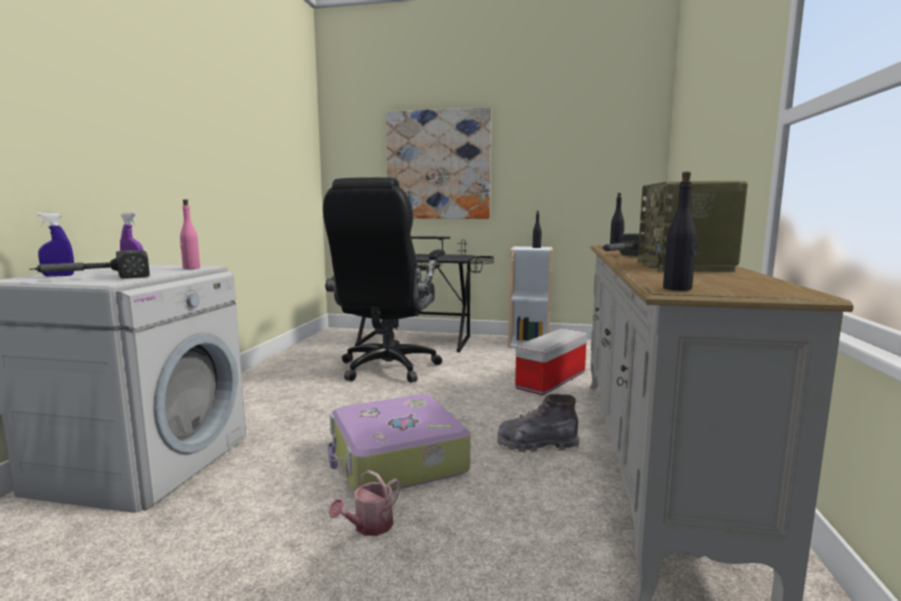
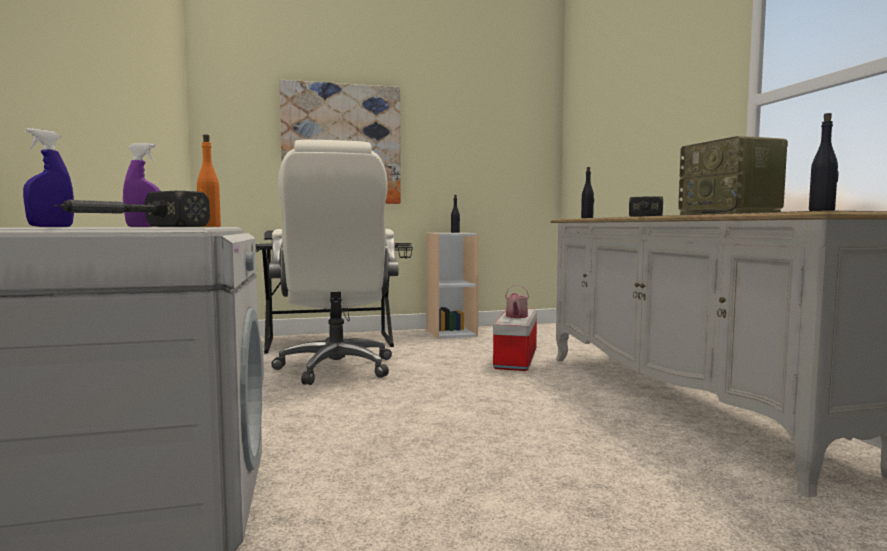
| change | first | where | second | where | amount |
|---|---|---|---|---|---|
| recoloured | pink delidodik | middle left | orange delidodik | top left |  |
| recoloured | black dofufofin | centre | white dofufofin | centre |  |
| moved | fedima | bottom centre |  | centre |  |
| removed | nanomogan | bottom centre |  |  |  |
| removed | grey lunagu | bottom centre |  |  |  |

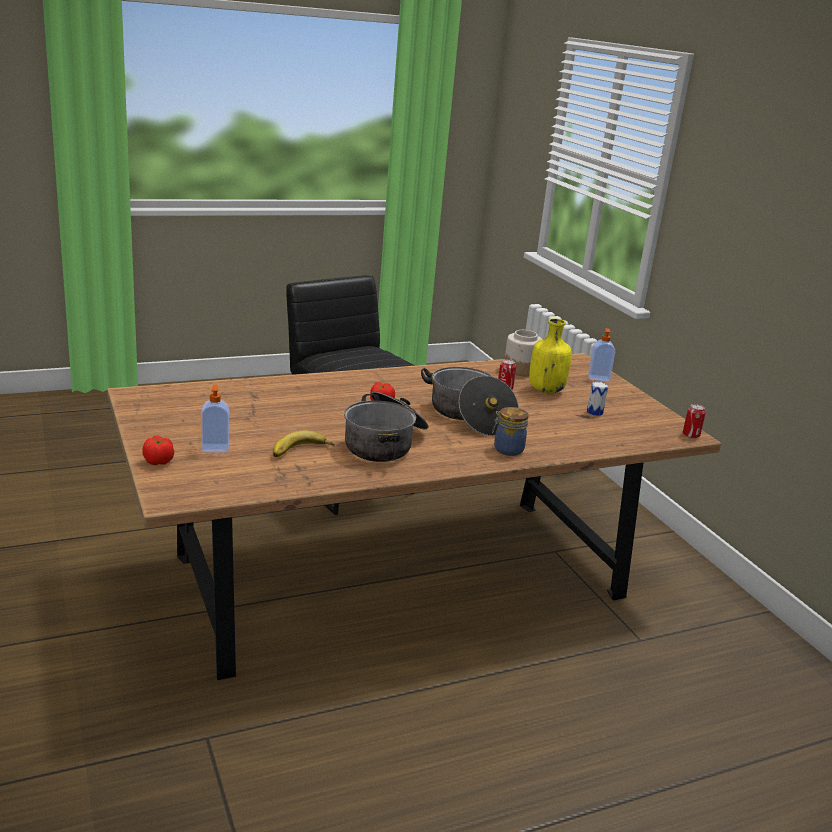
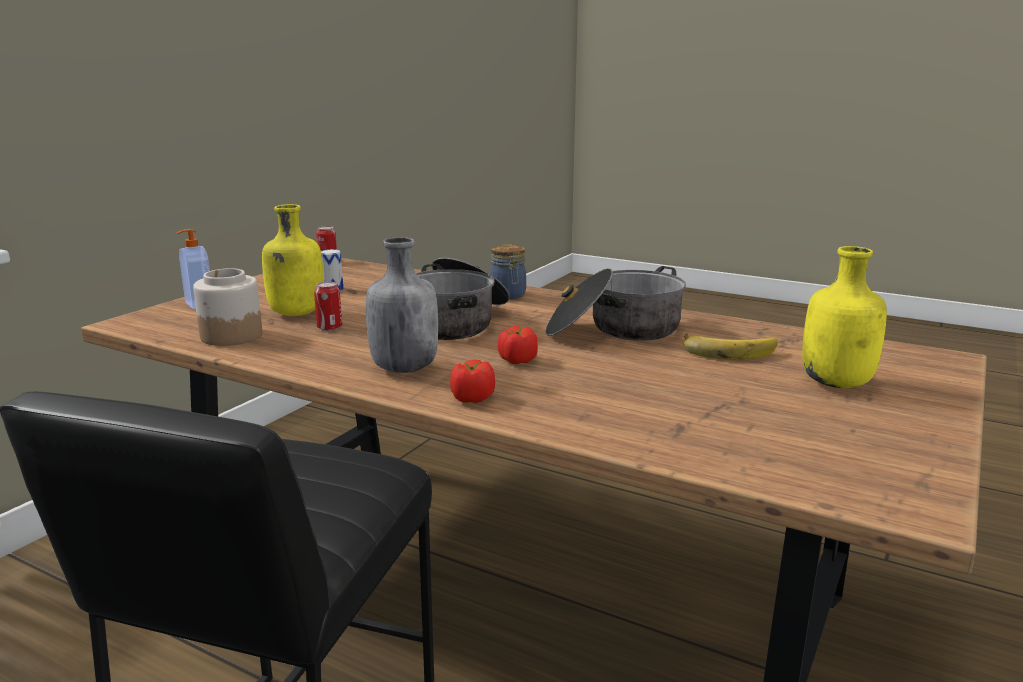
| change | first | where | second | where | amount |
|---|---|---|---|---|---|
| added |  |  | grey delidodik | centre |  |
| moved | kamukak (1st from left) | middle left |  | centre |  |
| replaced | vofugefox (1st from left) | middle left | yellow delidodik (2nd from left) | middle right |  |

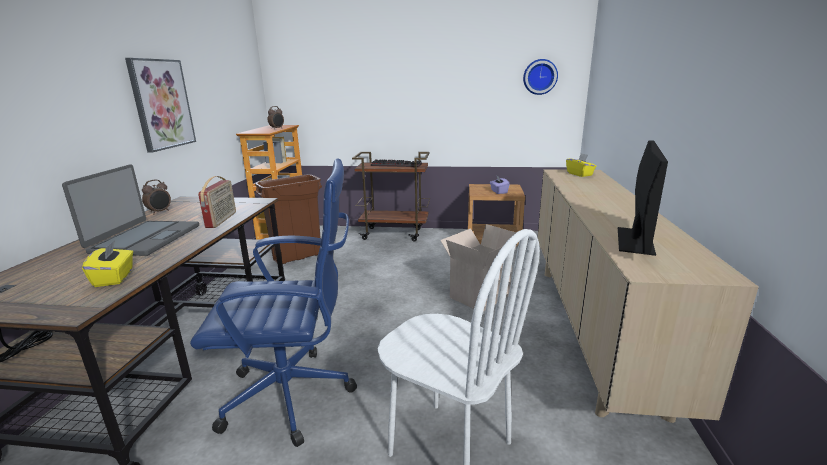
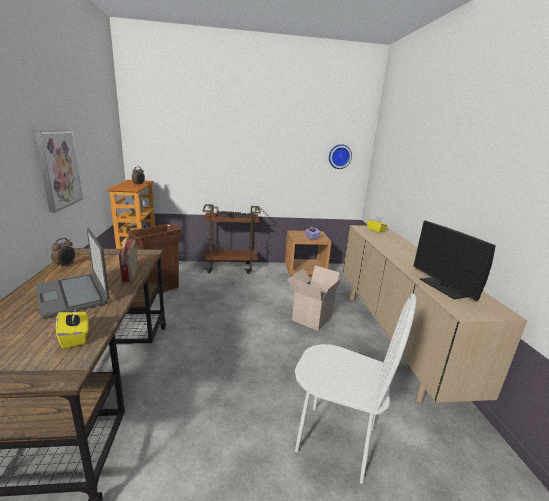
| change | first | where | second | where | amount |
|---|---|---|---|---|---|
| turned | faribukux | middle left |  | middle left | 150 degrees clockwise |
| turned | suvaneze | middle right |  | middle right | 150 degrees clockwise |
| removed | blue dofufofin | middle left |  |  |  |

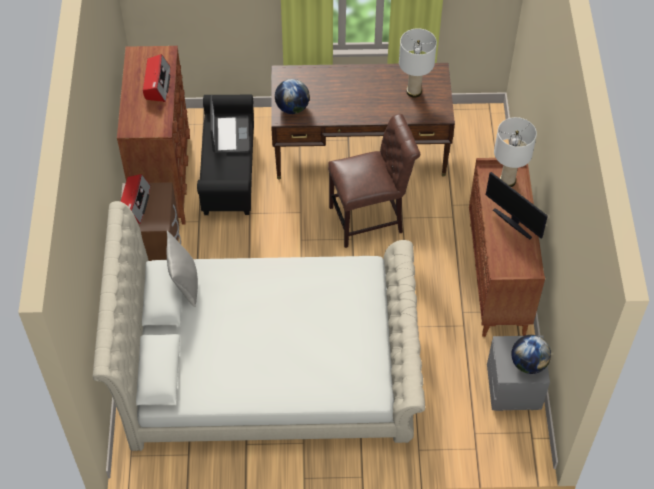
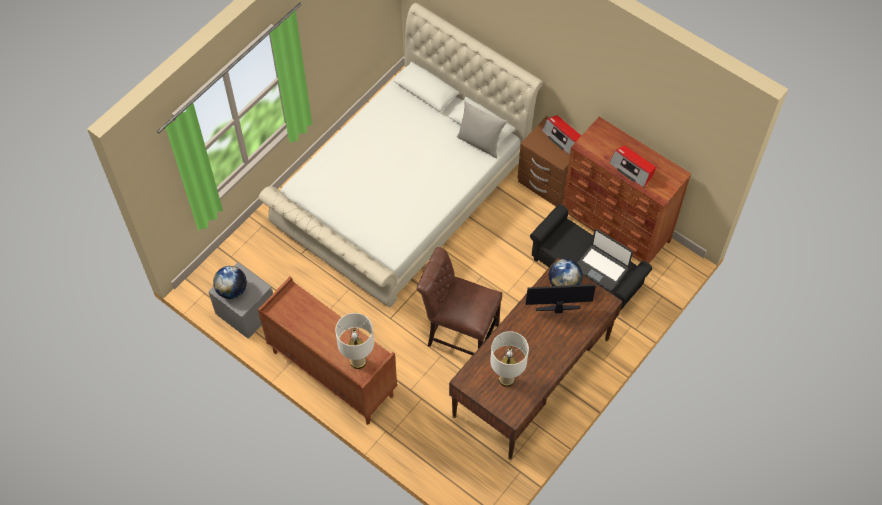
| change | first | where | second | where | amount |
|---|---|---|---|---|---|
| turned | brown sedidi | centre |  | centre | 90 degrees clockwise |
| moved | suvaneze | middle right |  | centre |  |

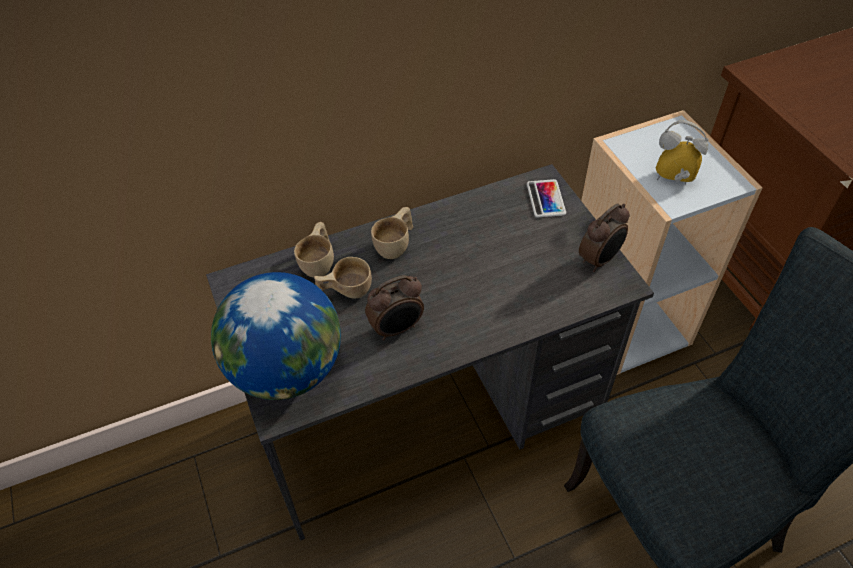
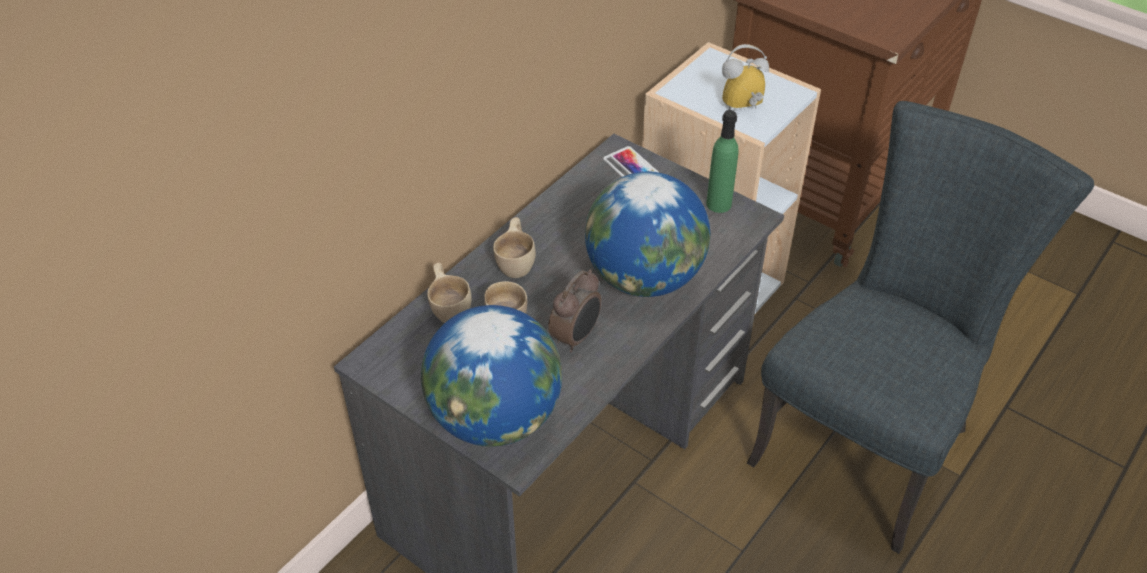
| change | first | where | second | where | amount |
|---|---|---|---|---|---|
| added |  |  | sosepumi (2nd from left) | centre |  |
| replaced | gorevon (2nd from left) | middle right | green delidodik | top centre |  |

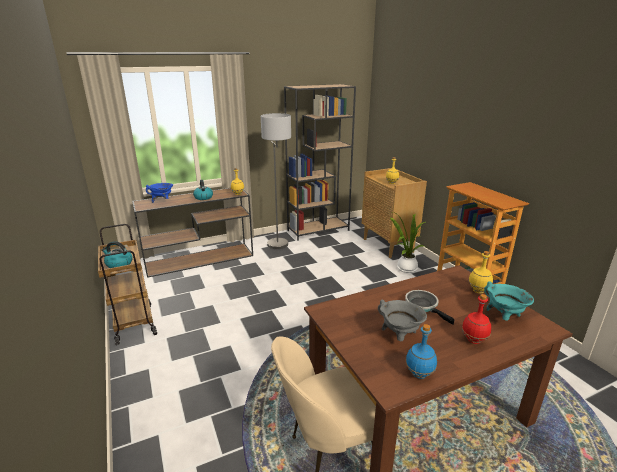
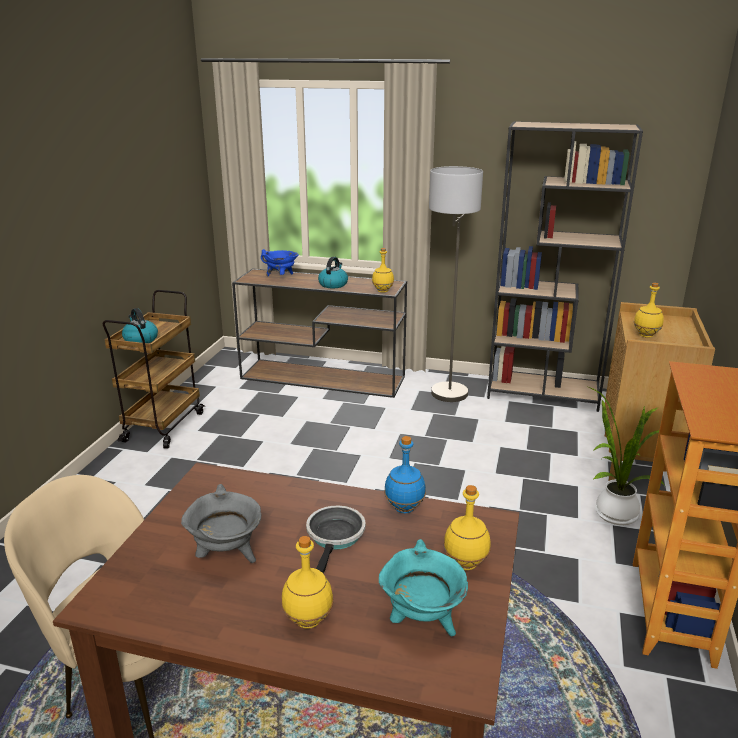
| change | first | where | second | where | amount |
|---|---|---|---|---|---|
| recoloured | red delidodik | bottom right | yellow delidodik (1st from left) | bottom centre |  |
| moved | blue delidodik | bottom right |  | centre |  |

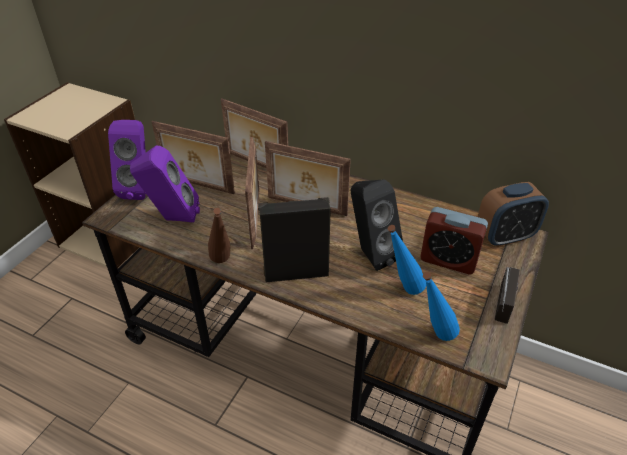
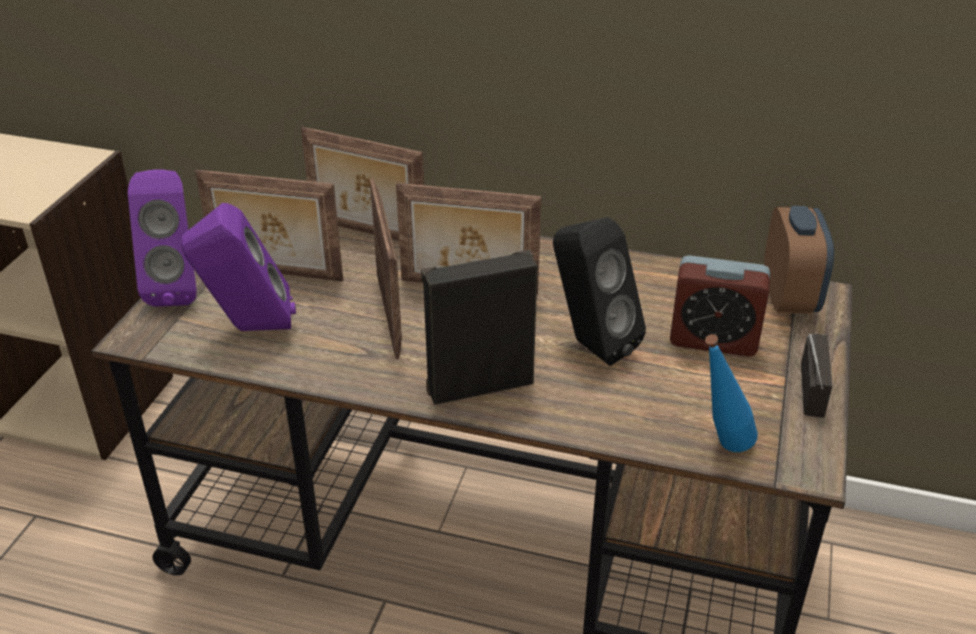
| change | first | where | second | where | amount |
|---|---|---|---|---|---|
| turned | gorevon (2nd from left) | middle right |  | middle right | 60 degrees counterclockwise |
| removed | brown delidodik | centre |  |  |  |
| removed | blue delidodik (1st from left) | centre |  |  |  |

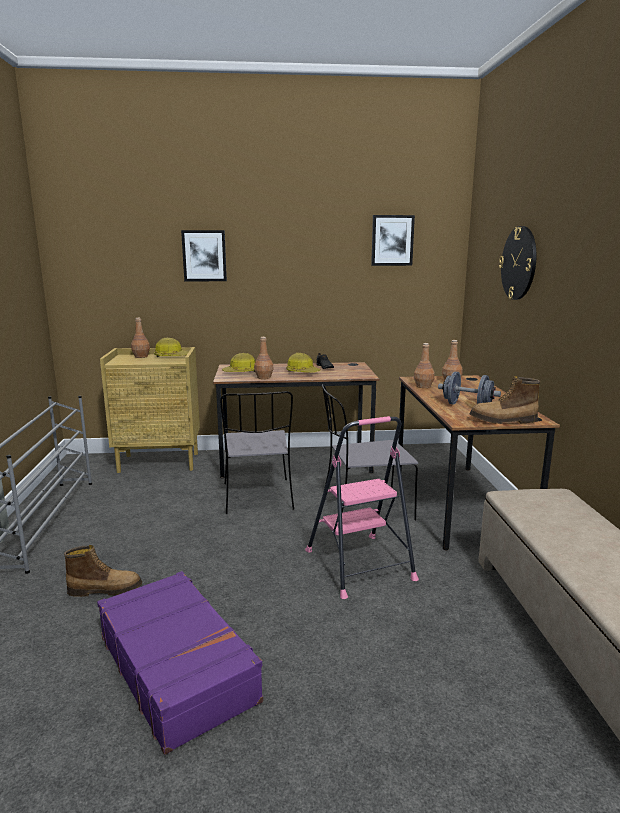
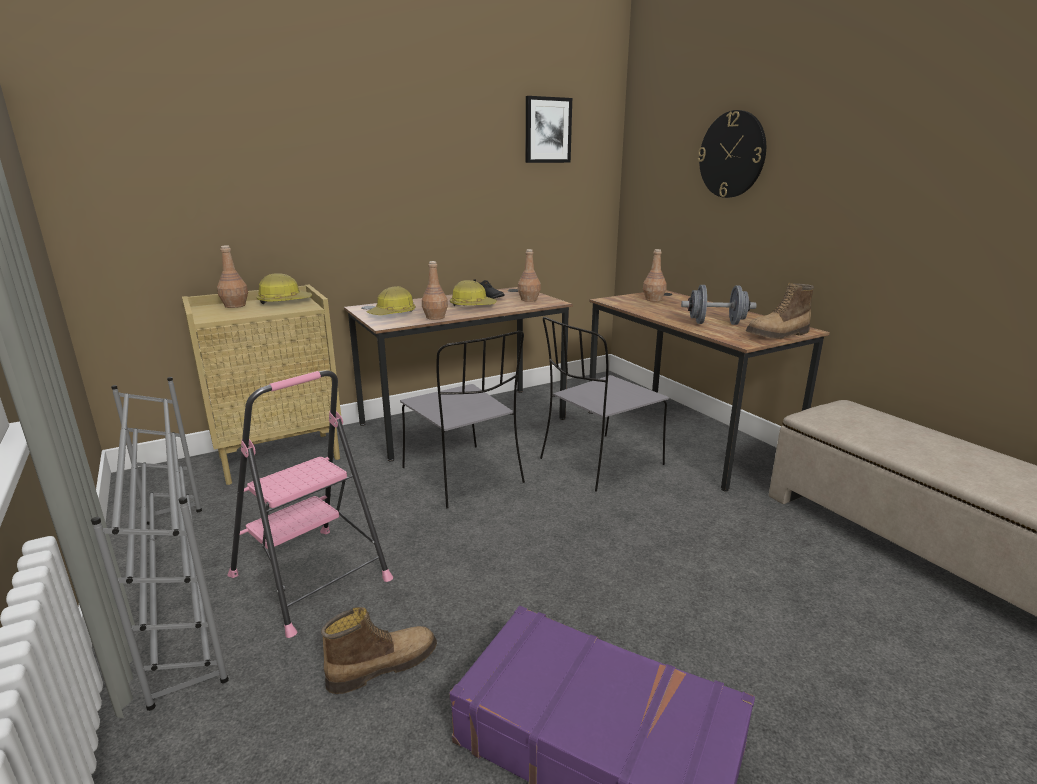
| change | first | where | second | where | amount |
|---|---|---|---|---|---|
| moved | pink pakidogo | centre |  | middle left |  |
| moved | brown delidodik (3rd from left) | middle right |  | centre |  |
| removed | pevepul (1st from left) | top left |  |  |  |

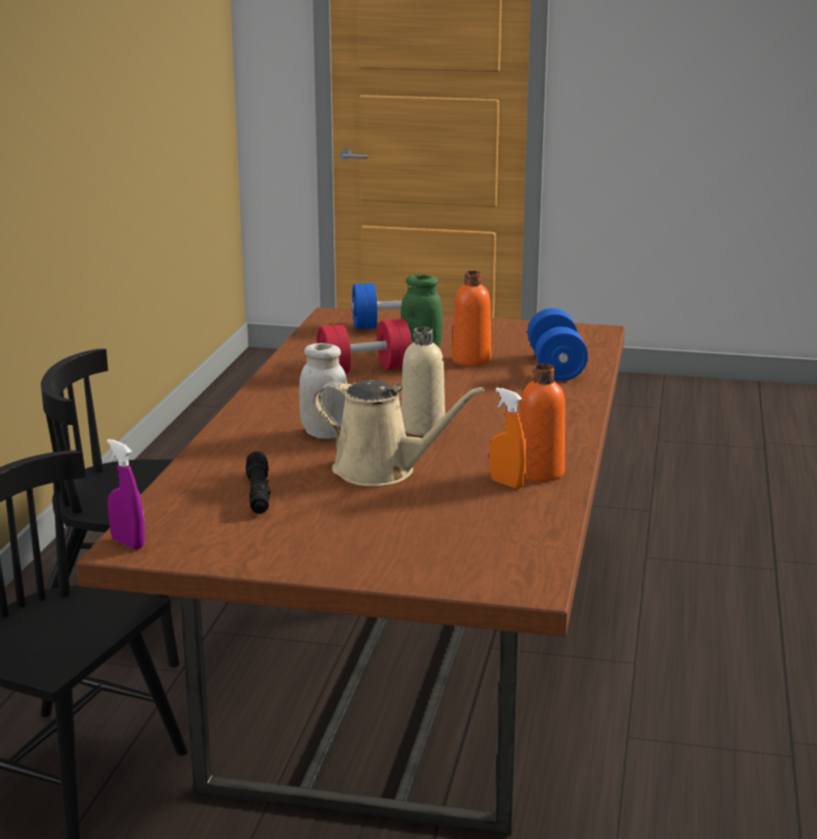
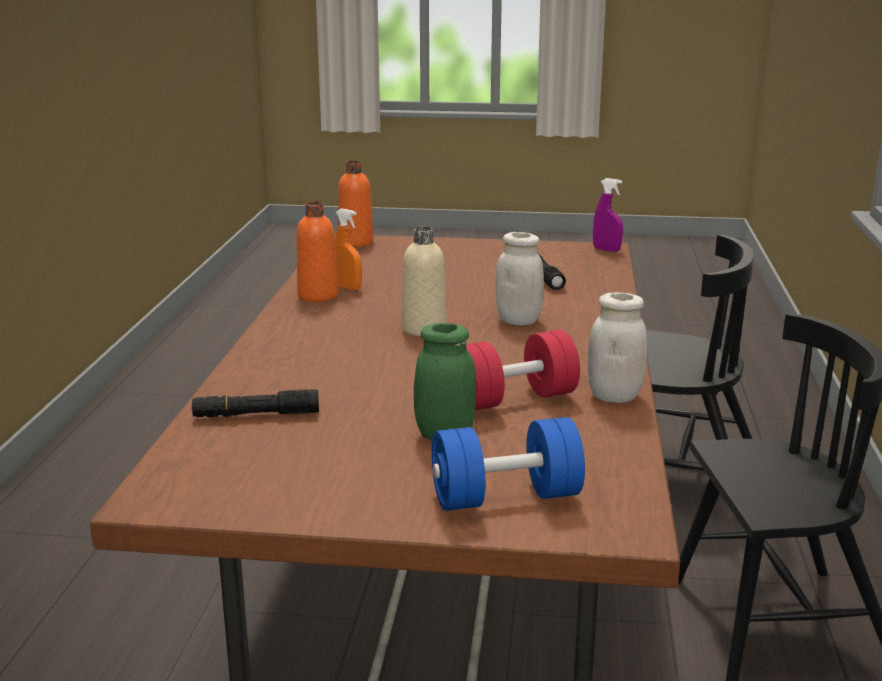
| change | first | where | second | where | amount |
|---|---|---|---|---|---|
| replaced | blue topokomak (2nd from left) | middle right | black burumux (1st from left) | middle left |  |
| moved | orange delidodik (1st from left in the first image) | centre | orange delidodik (2nd from left) | top centre |  |
| added |  |  | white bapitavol (2nd from left) | middle right |  |
| removed | beige fedima | centre |  |  |  |

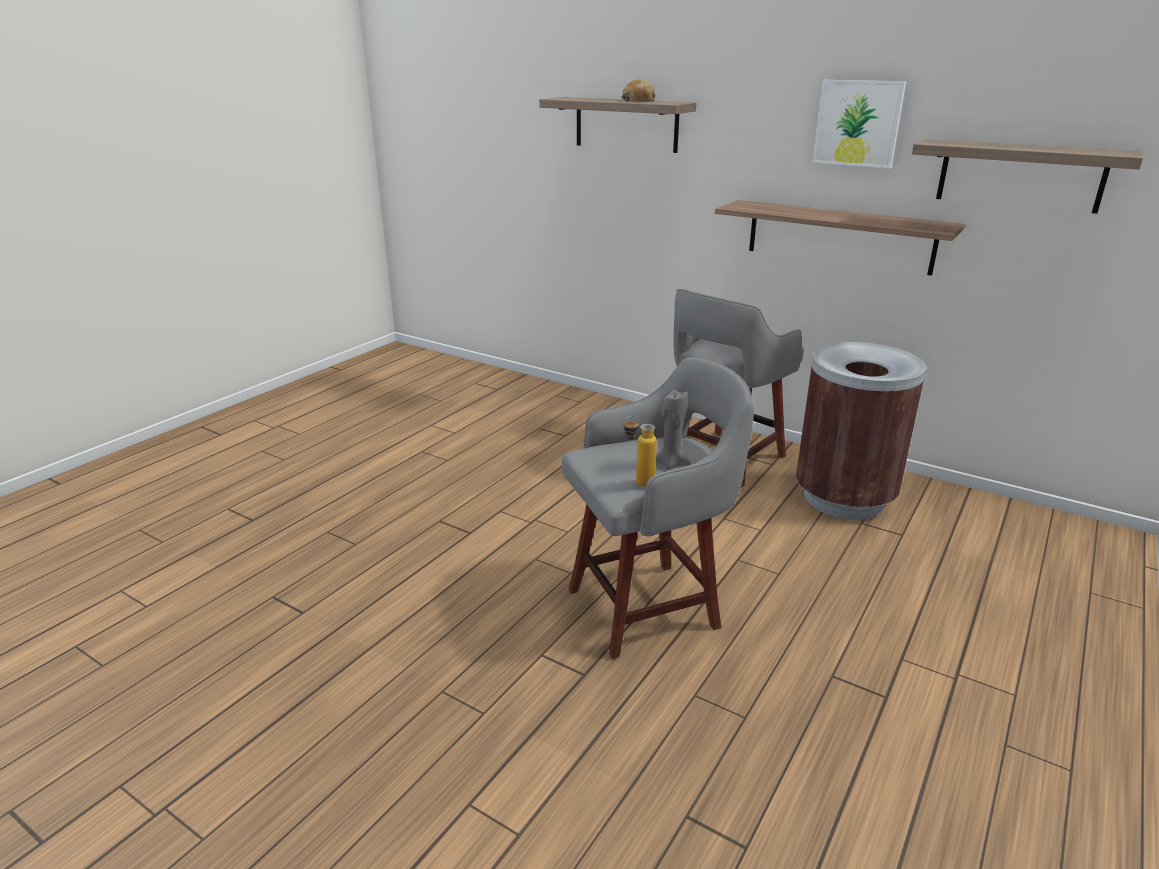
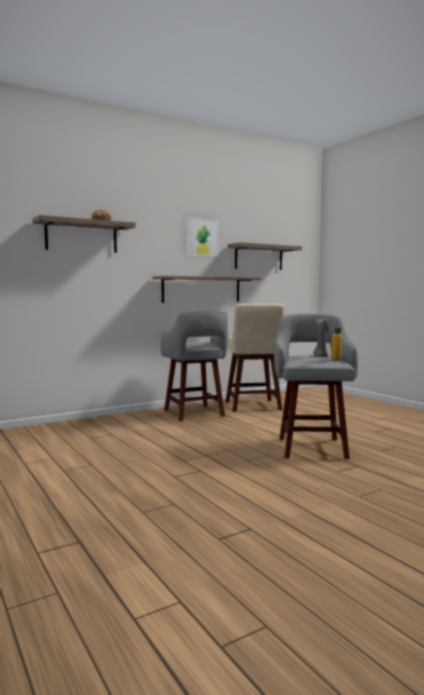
| change | first | where | second | where | amount |
|---|---|---|---|---|---|
| replaced | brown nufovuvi | middle right | beige sedidi | centre |  |

